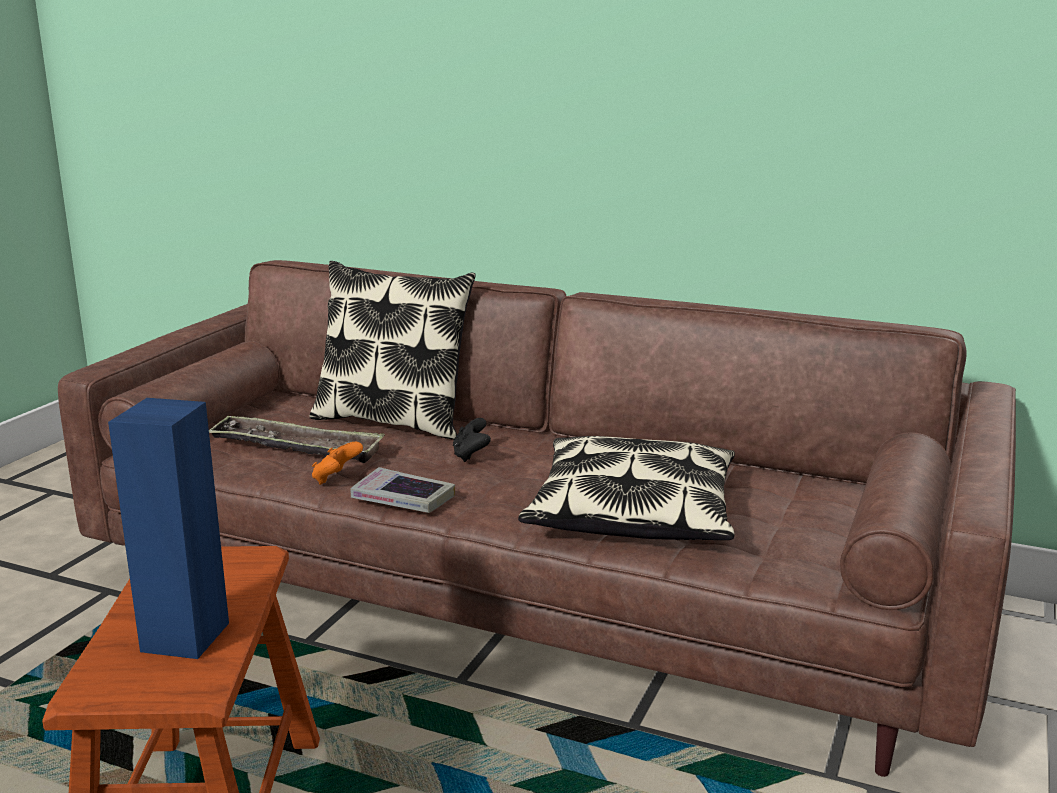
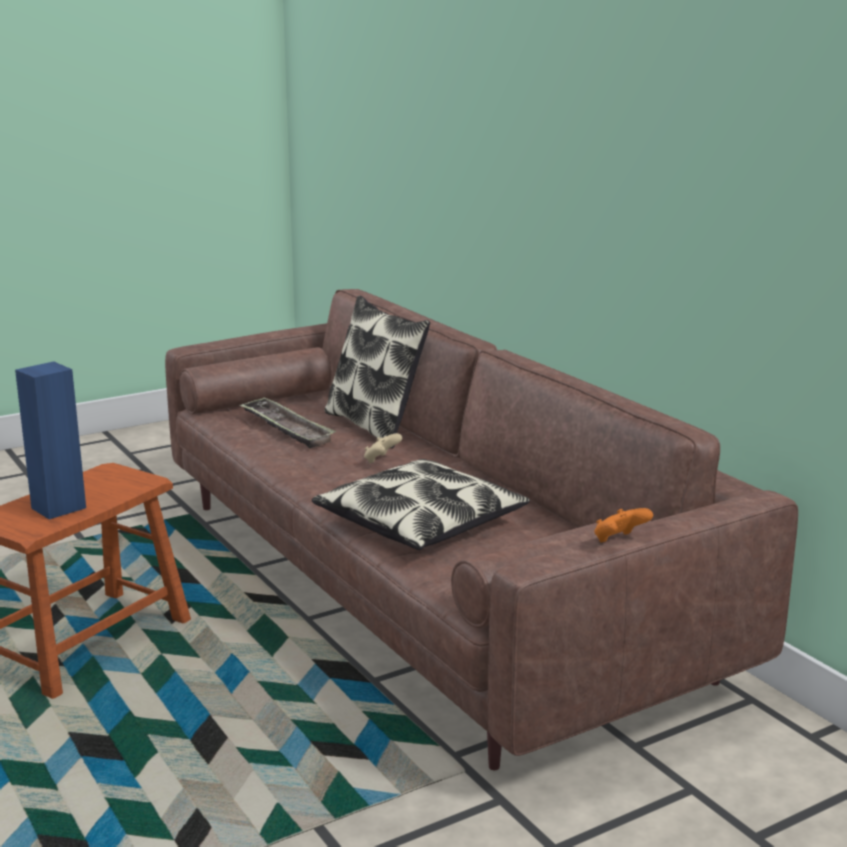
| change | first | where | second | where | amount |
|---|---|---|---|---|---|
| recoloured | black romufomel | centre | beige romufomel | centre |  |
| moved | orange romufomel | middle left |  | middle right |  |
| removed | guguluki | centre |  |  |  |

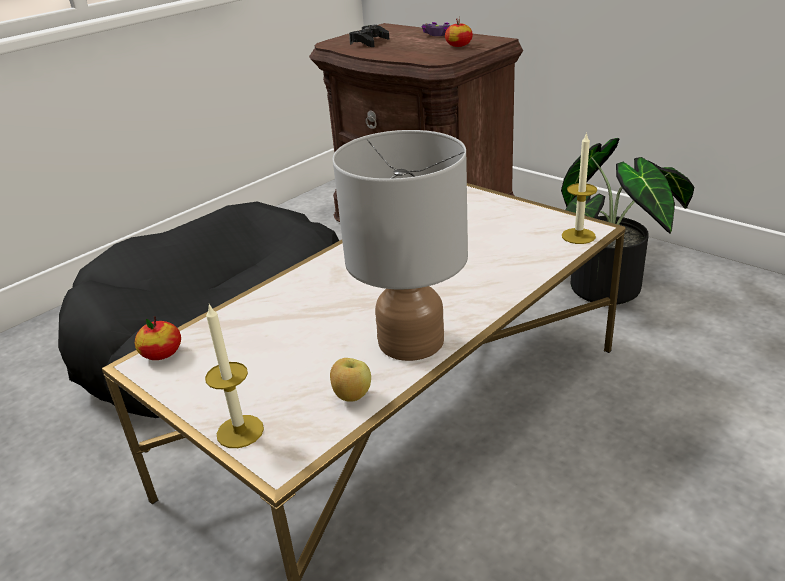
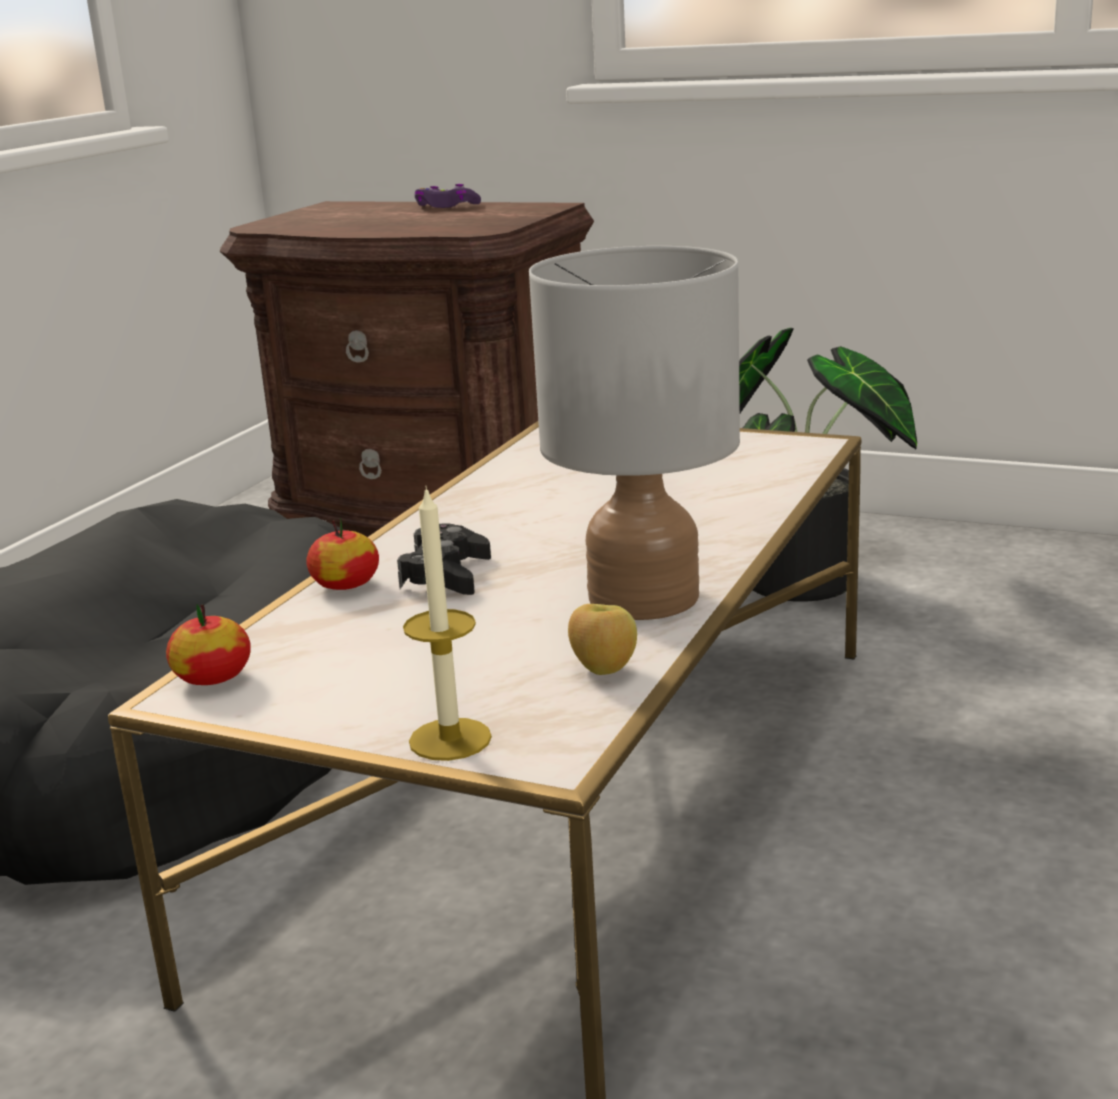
| change | first | where | second | where | amount |
|---|---|---|---|---|---|
| moved | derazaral (3rd from left in the first image) | top centre | derazaral (2nd from left) | middle left |  |
| moved | black romufomel | top centre |  | centre |  |
| removed | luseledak (2nd from left) | top right |  |  |  |

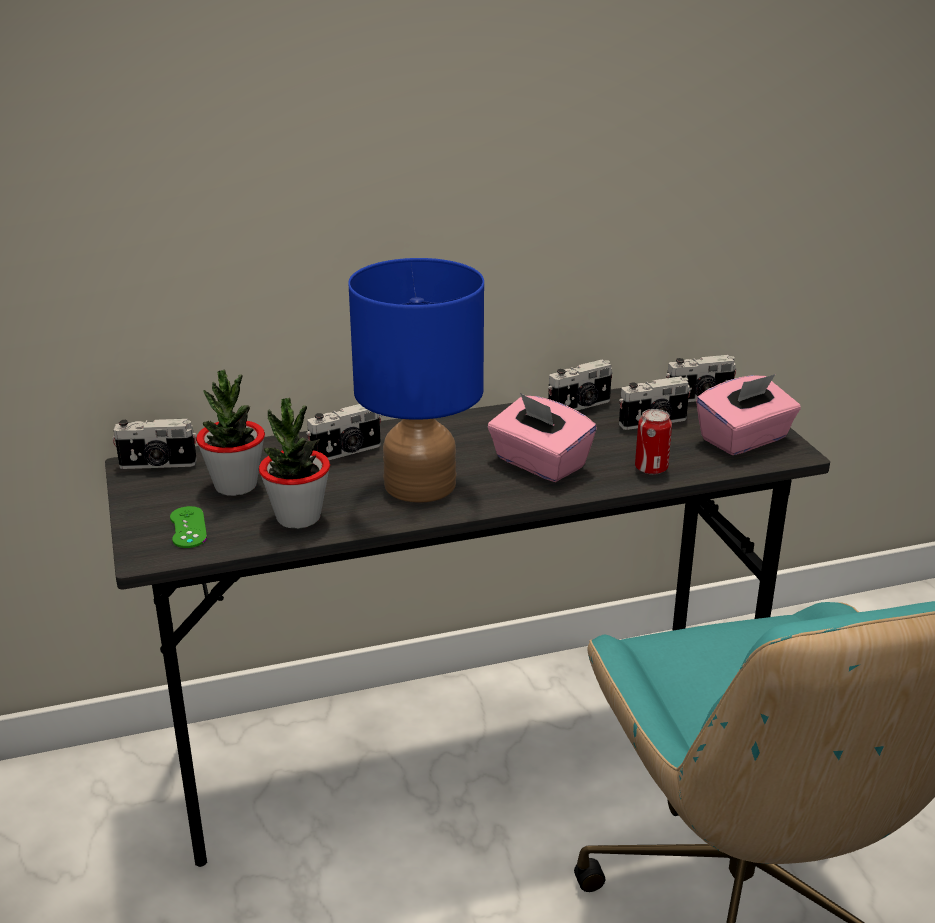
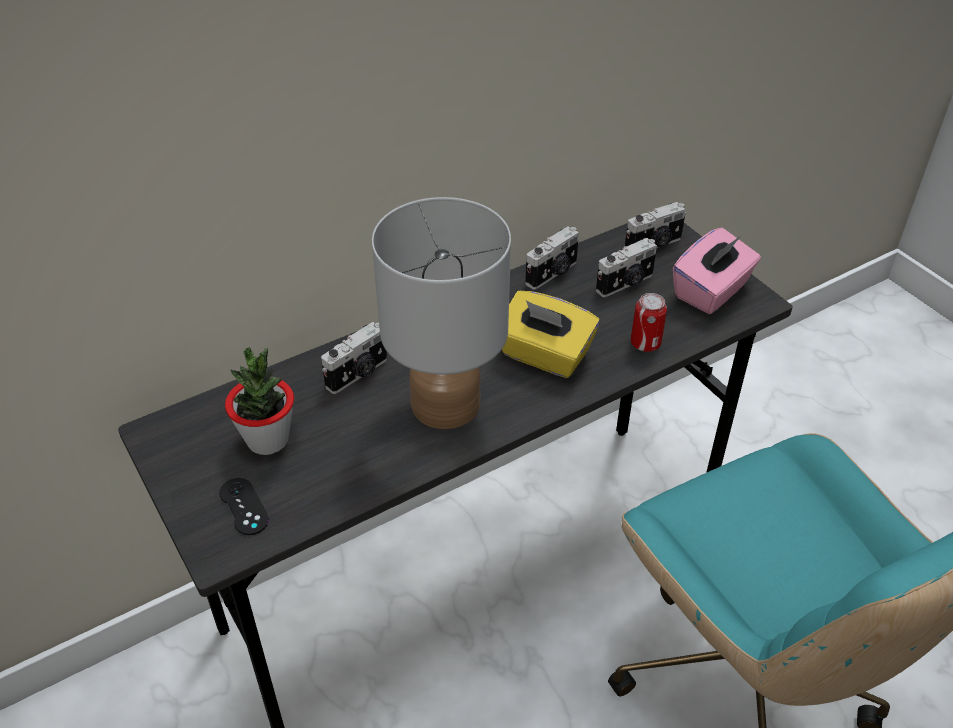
| change | first | where | second | where | amount |
|---|---|---|---|---|---|
| recoloured | green romufomel | middle left | black romufomel | bottom left |  |
| recoloured | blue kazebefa | centre | grey kazebefa | centre |  |
| recoloured | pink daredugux (1st from left) | centre | yellow daredugux | centre |  |
| removed | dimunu (1st from left) | middle left |  |  |  |
| removed | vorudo (2nd from left) | middle left |  |  |  |

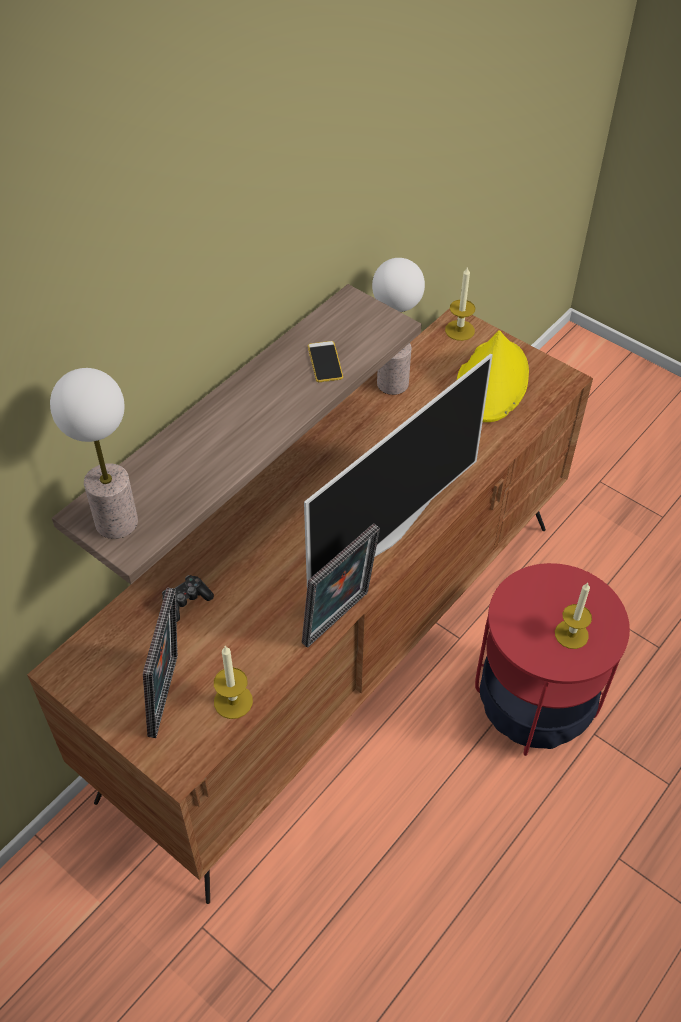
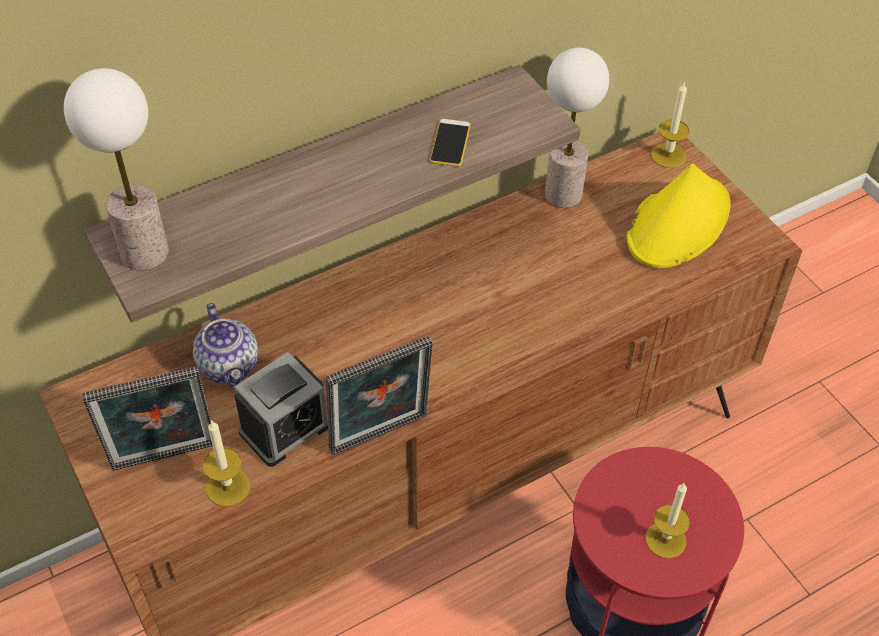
| change | first | where | second | where | amount |
|---|---|---|---|---|---|
| turned | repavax (1st from left) | middle left |  | middle left | 45 degrees clockwise |
| replaced | romufomel | middle left | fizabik | middle left |  |
| added |  |  | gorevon | middle left |  |
| removed | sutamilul | centre |  |  |  |

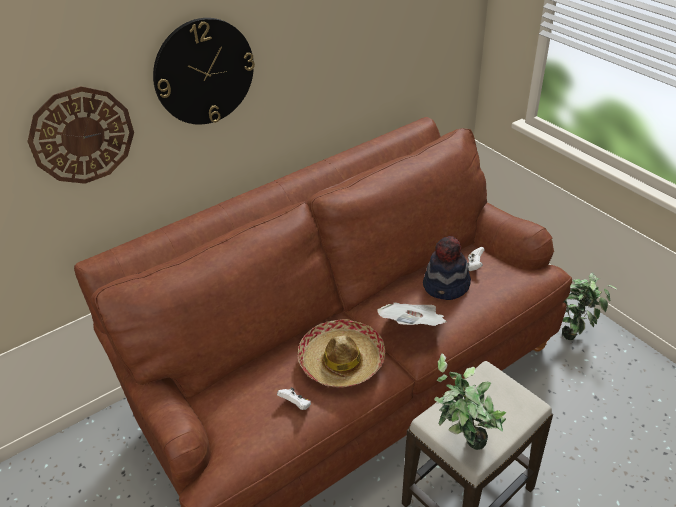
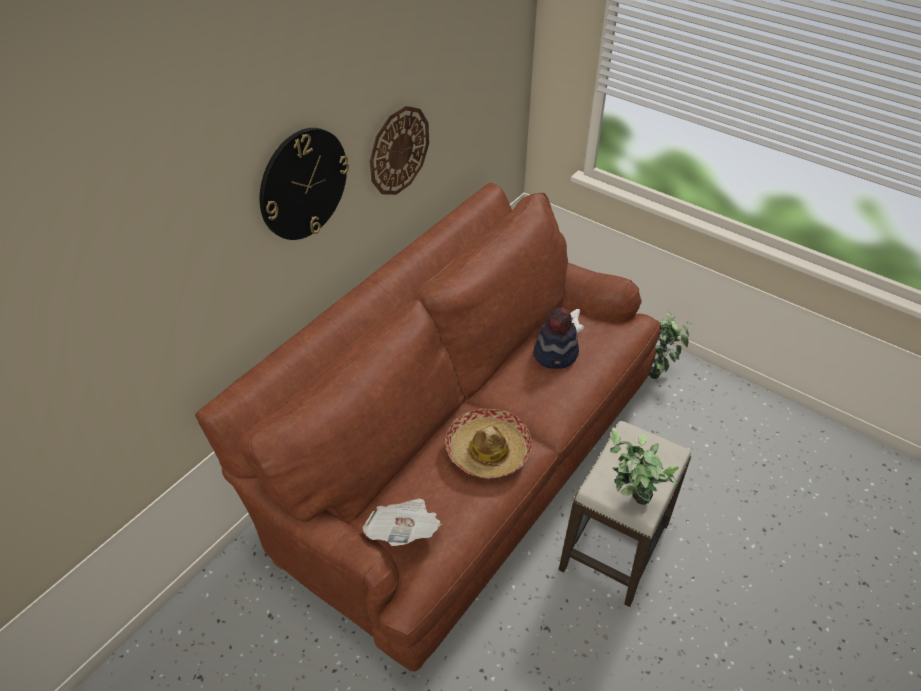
| change | first | where | second | where | amount |
|---|---|---|---|---|---|
| moved | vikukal | centre |  | bottom centre |  |
| moved | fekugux (1st from left in the first image) | top left | fekugux (2nd from left) | top centre |  |
| removed | white romufomel (1st from left) | bottom centre |  |  |  |

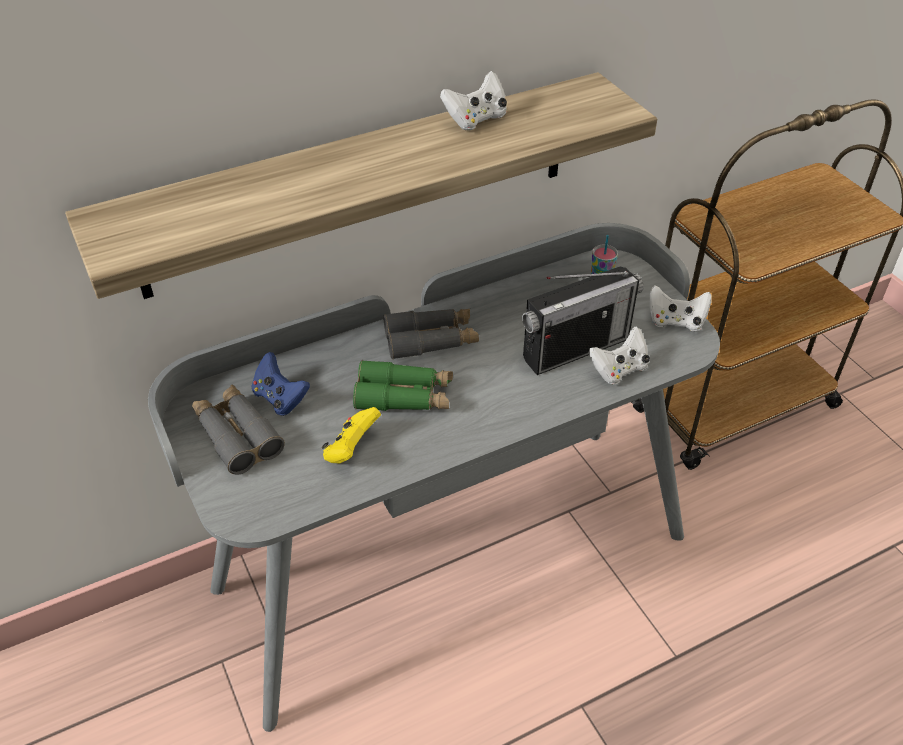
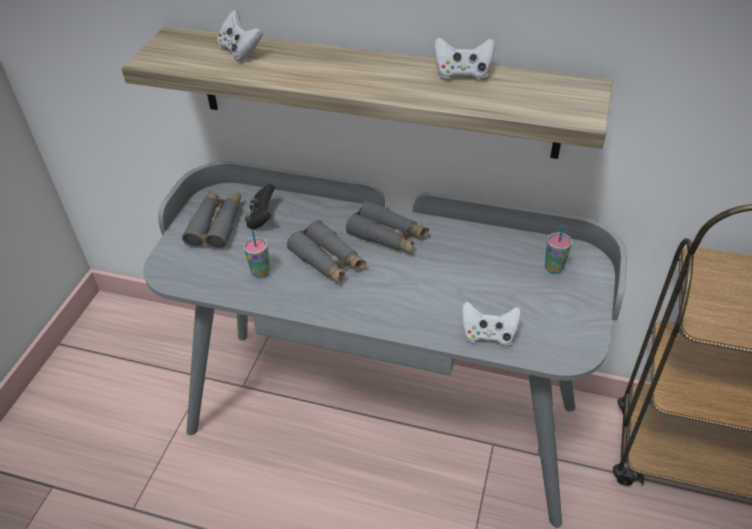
| change | first | where | second | where | amount |
|---|---|---|---|---|---|
| moved | white romufomel (3rd from left in the first image) | middle right | white romufomel (1st from left) | top left |  |
| replaced | yellow romufomel | centre | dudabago (1st from left) | centre |  |
| recoloured | blue romufomel | middle left | black romufomel | centre |  |
| recoloured | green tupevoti | centre | grey tupevoti (2nd from left) | centre |  |
| removed | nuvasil | centre |  |  |  |

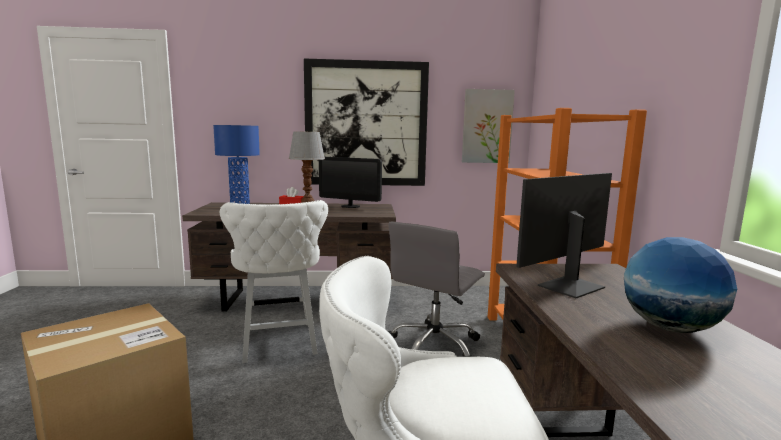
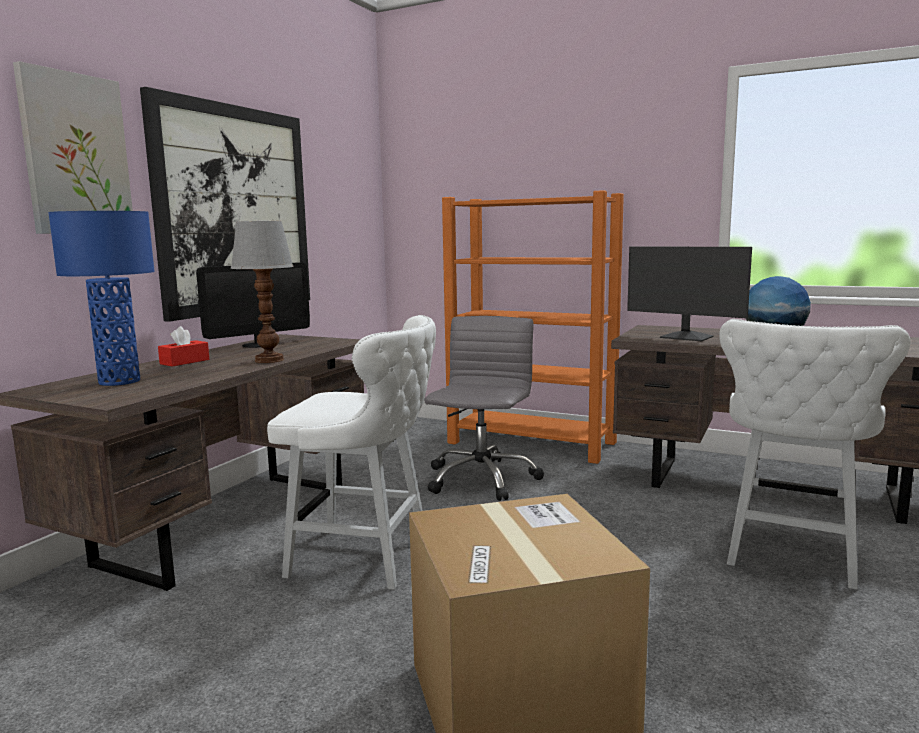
| change | first | where | second | where | amount |
|---|---|---|---|---|---|
| moved | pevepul (2nd from left in the first image) | top centre | pevepul (1st from left) | top left |  |
| turned | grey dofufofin | centre |  | centre | 135 degrees counterclockwise |
| turned | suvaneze (2nd from left) | middle right |  | middle right | 45 degrees counterclockwise |

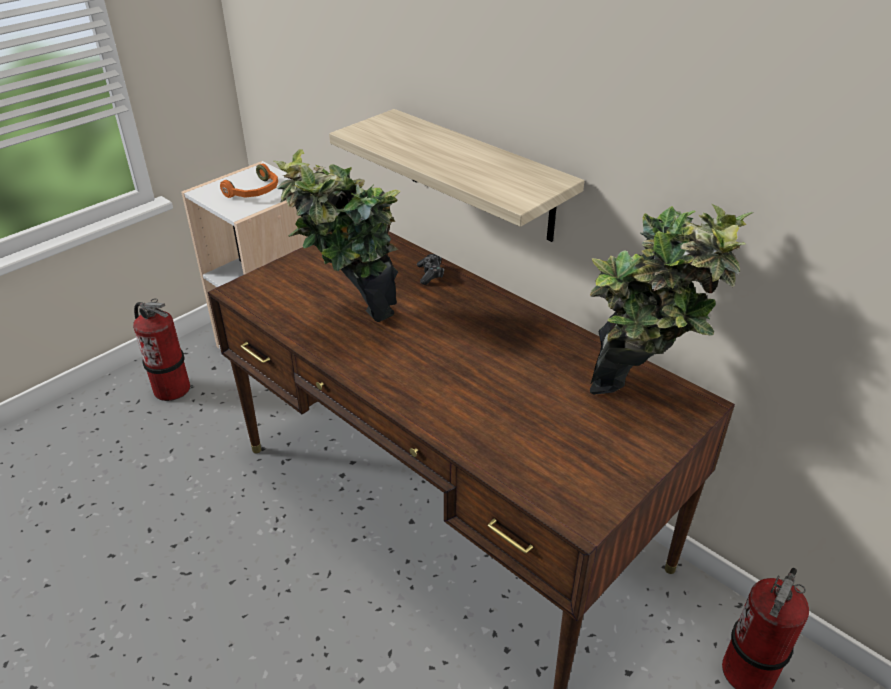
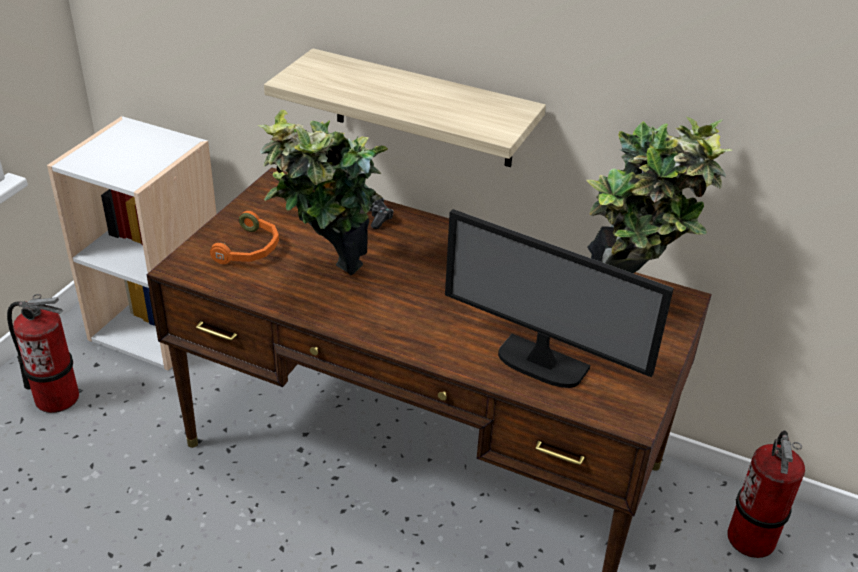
| change | first | where | second | where | amount |
|---|---|---|---|---|---|
| moved | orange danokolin | top left |  | middle left |  |
| added |  |  | suvaneze | centre |  |

